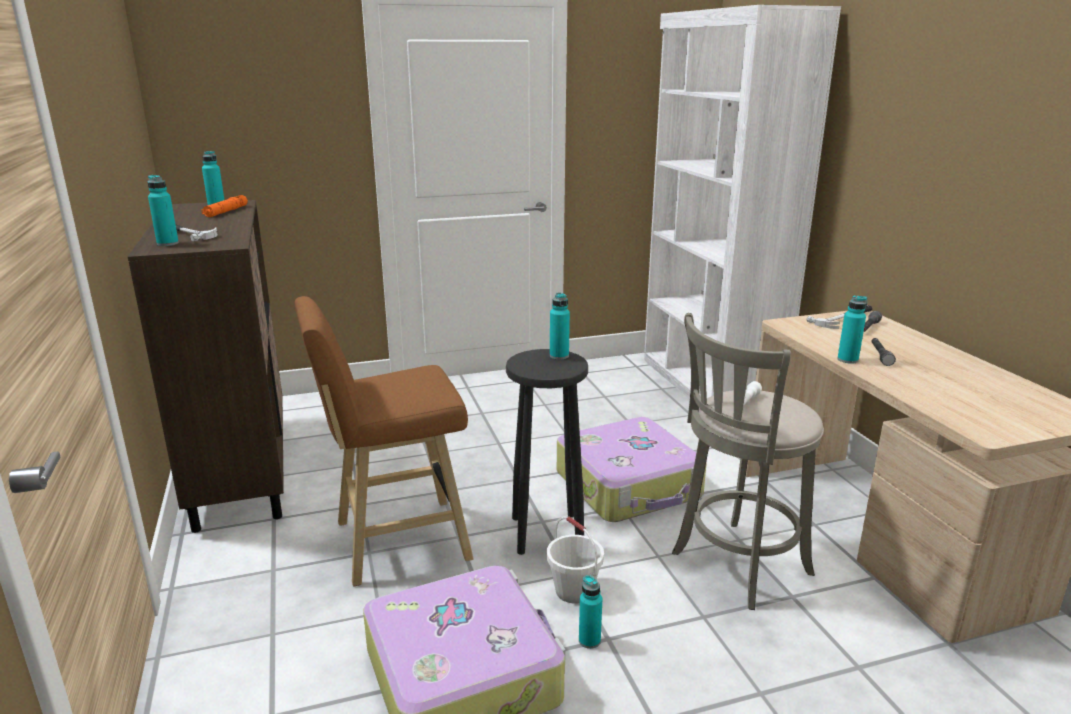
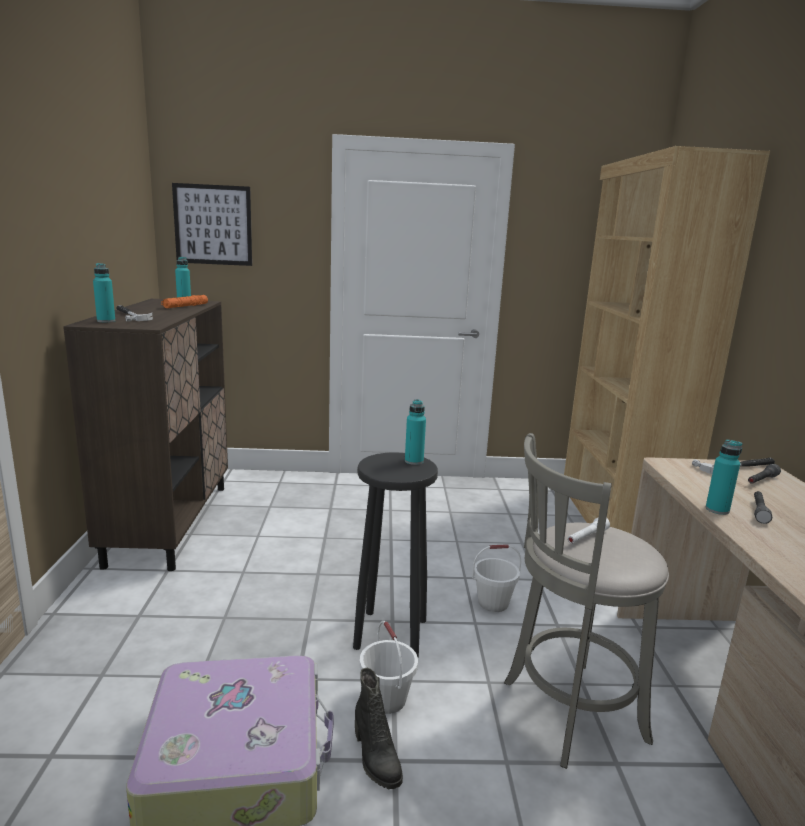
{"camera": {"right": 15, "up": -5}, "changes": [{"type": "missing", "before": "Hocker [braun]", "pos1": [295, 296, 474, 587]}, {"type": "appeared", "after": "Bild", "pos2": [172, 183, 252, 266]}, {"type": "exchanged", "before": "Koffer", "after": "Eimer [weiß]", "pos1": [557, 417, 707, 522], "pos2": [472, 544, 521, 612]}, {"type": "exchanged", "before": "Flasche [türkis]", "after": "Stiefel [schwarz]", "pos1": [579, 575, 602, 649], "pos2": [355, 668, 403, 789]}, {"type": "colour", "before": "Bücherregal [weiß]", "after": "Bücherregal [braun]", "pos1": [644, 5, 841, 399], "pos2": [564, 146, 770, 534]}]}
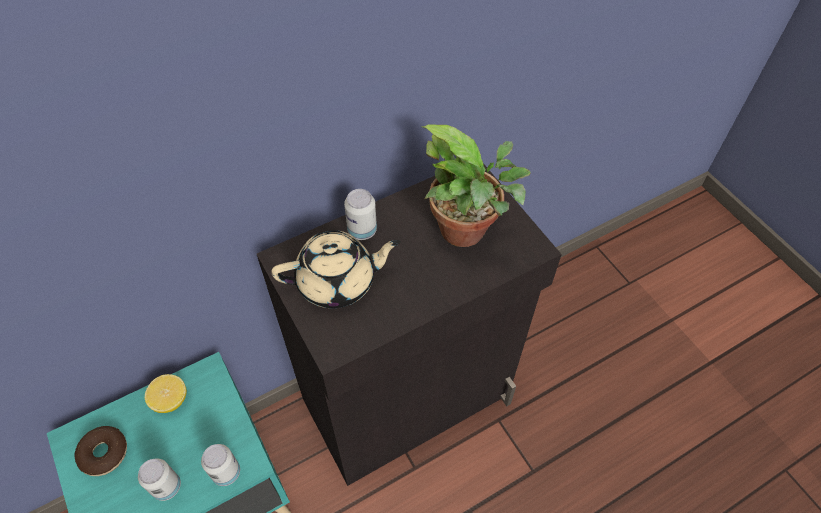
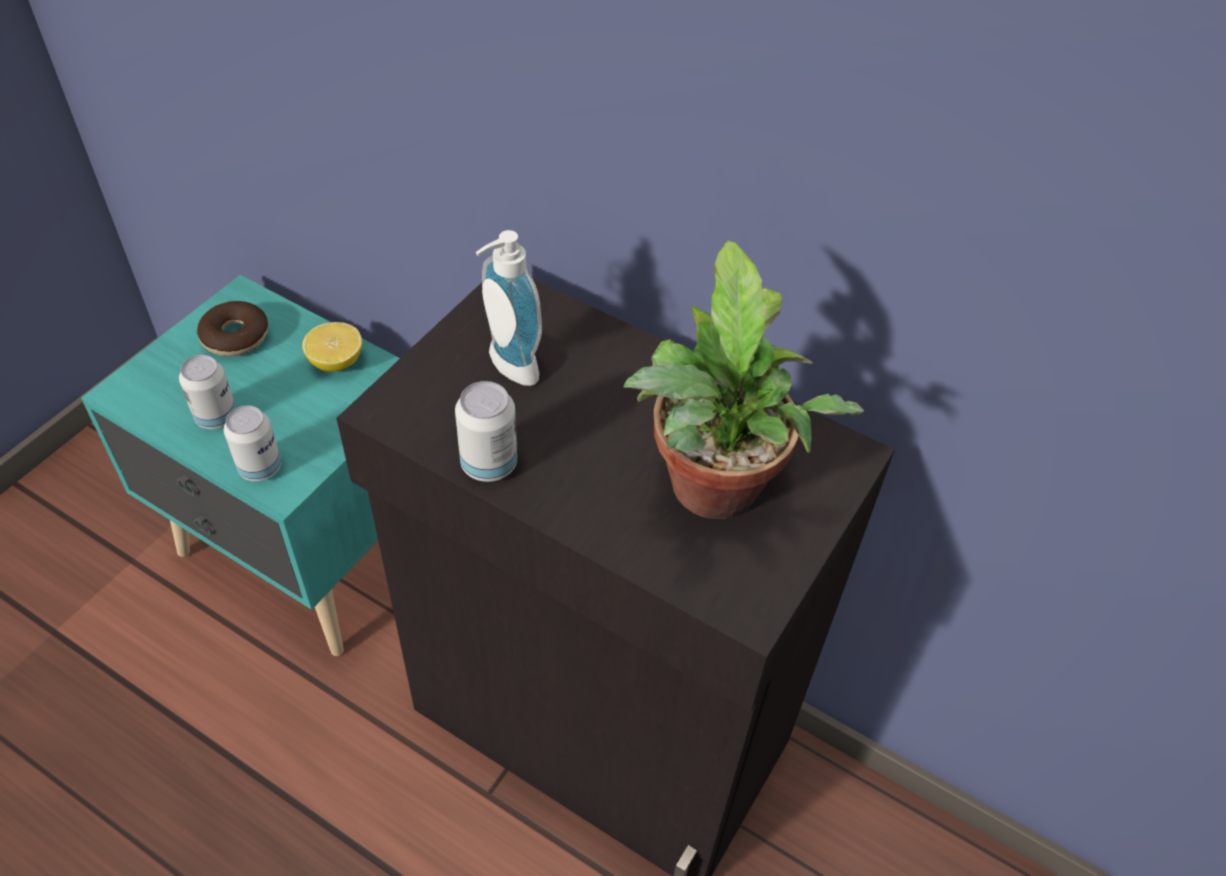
{"camera": {"right": 60, "up": -5}, "changes": [{"type": "relocated", "before": "Dose", "pos1": [344, 189, 377, 240], "pos2": [455, 381, 517, 482]}, {"type": "exchanged", "before": "Teekanne [beige]", "after": "Seifenspender", "pos1": [271, 230, 401, 308], "pos2": [476, 230, 542, 386]}]}
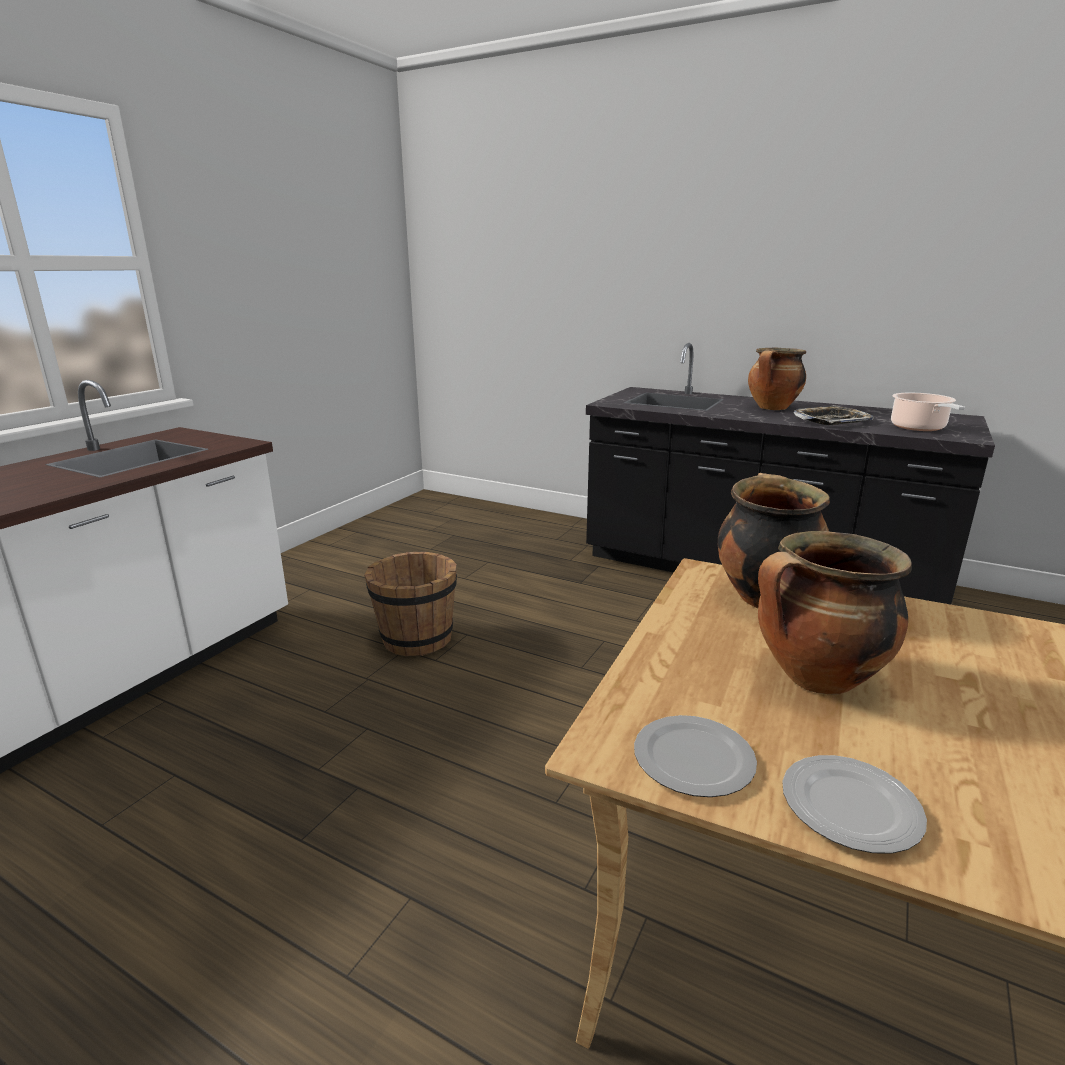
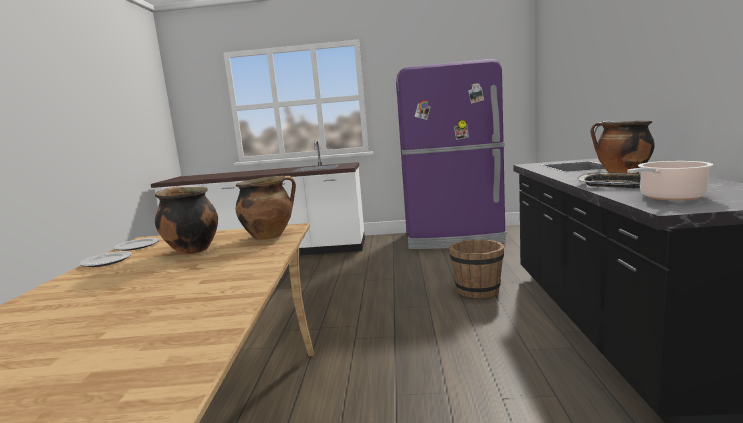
{"camera": {"right": 65, "up": -10}, "changes": [{"type": "appeared", "after": "Kühlschrank [lila]", "pos2": [396, 59, 507, 249]}, {"type": "relocated", "before": "Eimer [braun]", "pos1": [364, 551, 457, 656], "pos2": [449, 239, 504, 298]}]}
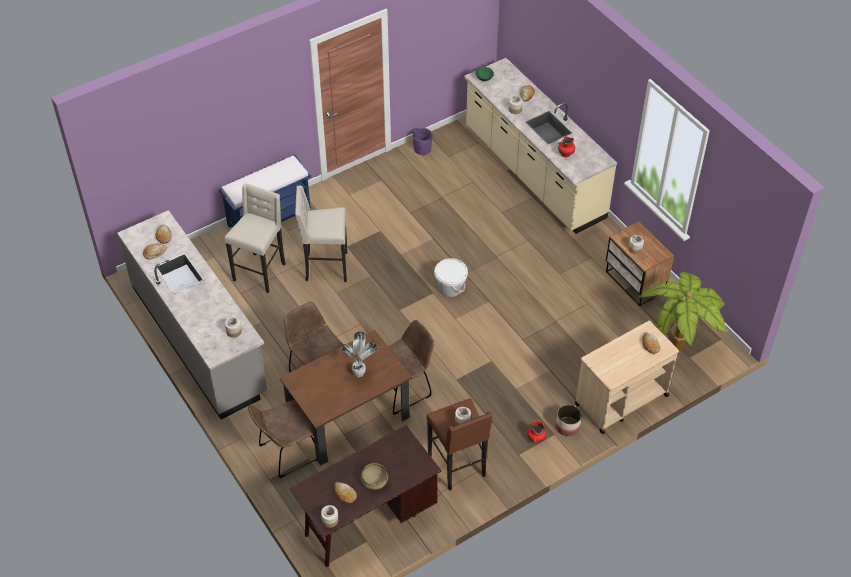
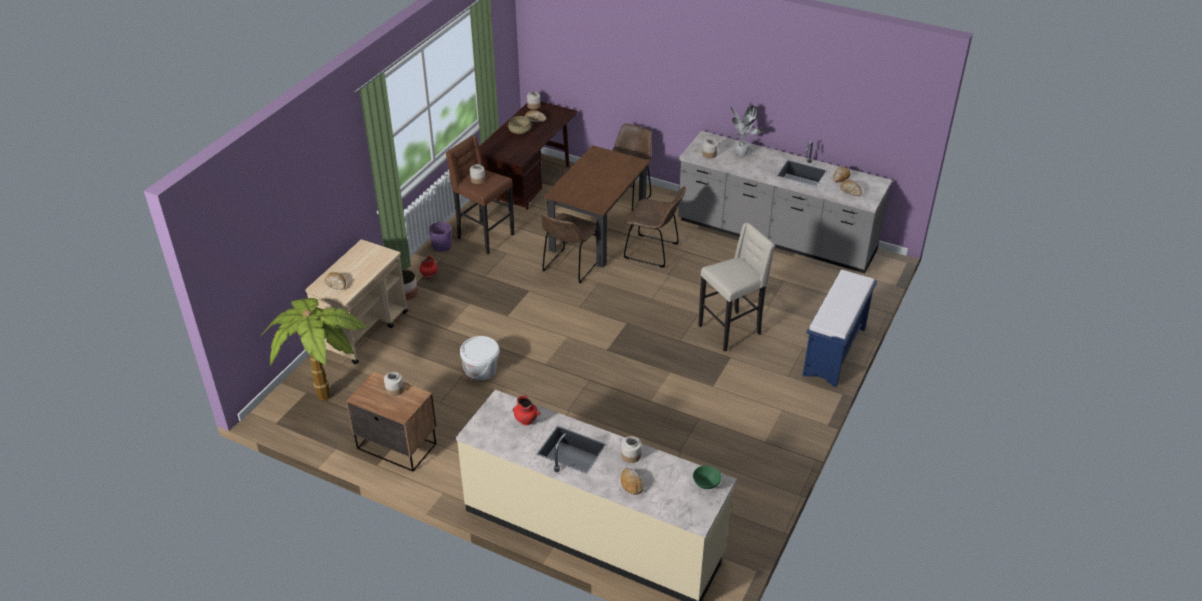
{"camera": {"right": 150, "up": -10}, "changes": [{"type": "missing", "before": "Hocker [beige]", "pos1": [224, 183, 286, 293]}, {"type": "relocated", "before": "Topfpflanze", "pos1": [341, 331, 377, 377], "pos2": [730, 105, 763, 156]}, {"type": "relocated", "before": "Pflanzkübel [lila]", "pos1": [413, 128, 432, 155], "pos2": [429, 222, 452, 252]}, {"type": "relocated", "before": "Eimer [weiß]", "pos1": [434, 258, 468, 297], "pos2": [460, 336, 499, 381]}]}
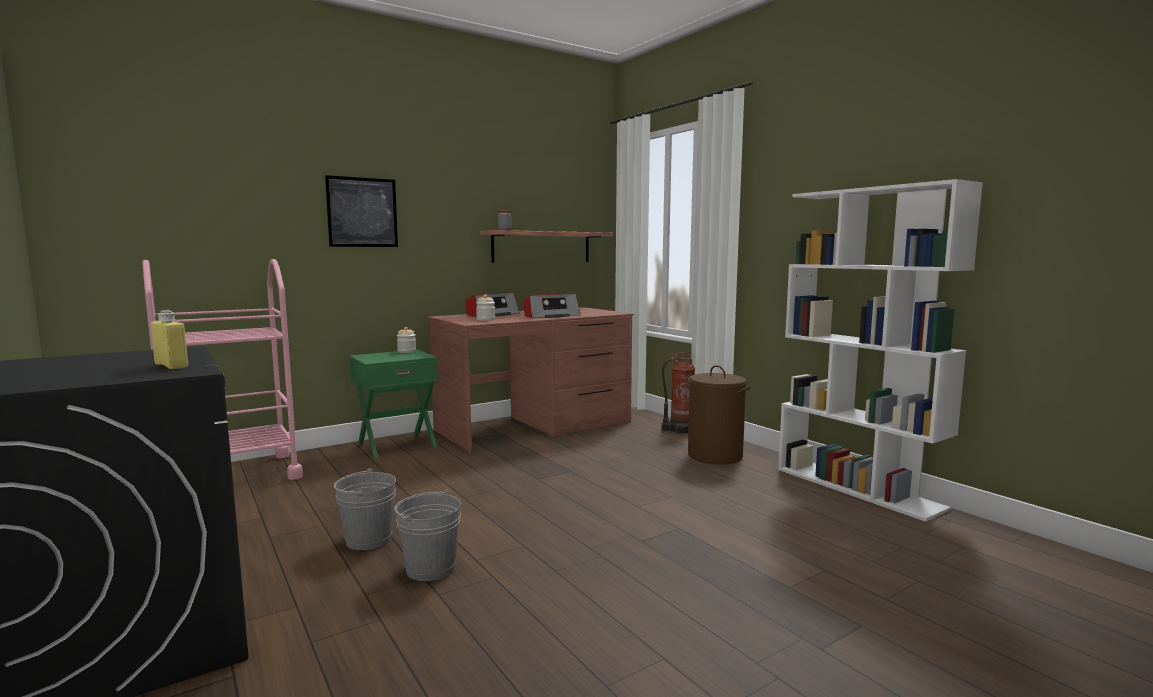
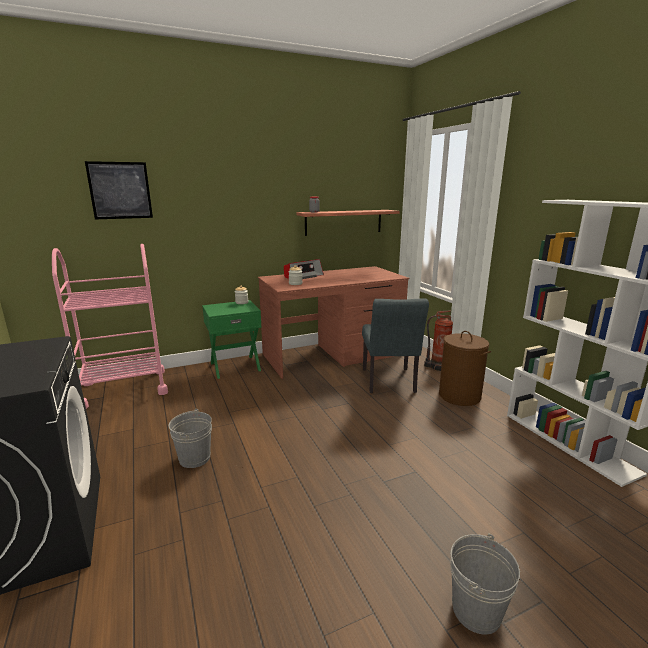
{"camera": {"right": 10, "up": 10}, "changes": [{"type": "missing", "before": "Flasche [gelb]", "pos1": [151, 310, 188, 369]}, {"type": "missing", "before": "Radio", "pos1": [524, 293, 581, 318]}, {"type": "appeared", "after": "Stuhl [grau]", "pos2": [362, 298, 429, 393]}, {"type": "relocated", "before": "Bild", "pos1": [325, 175, 398, 247], "pos2": [85, 161, 153, 219]}, {"type": "relocated", "before": "Eimer [grau]", "pos1": [395, 489, 461, 581], "pos2": [450, 533, 520, 635]}]}
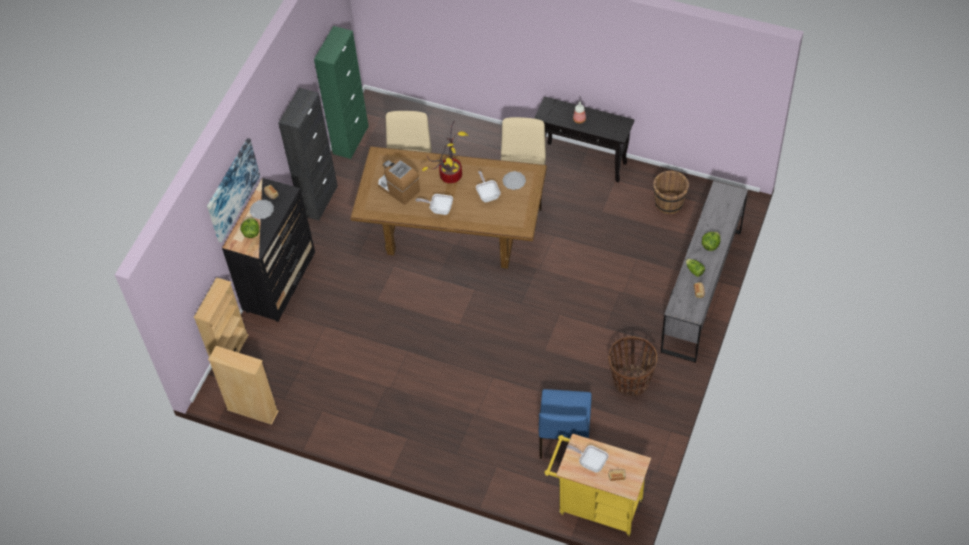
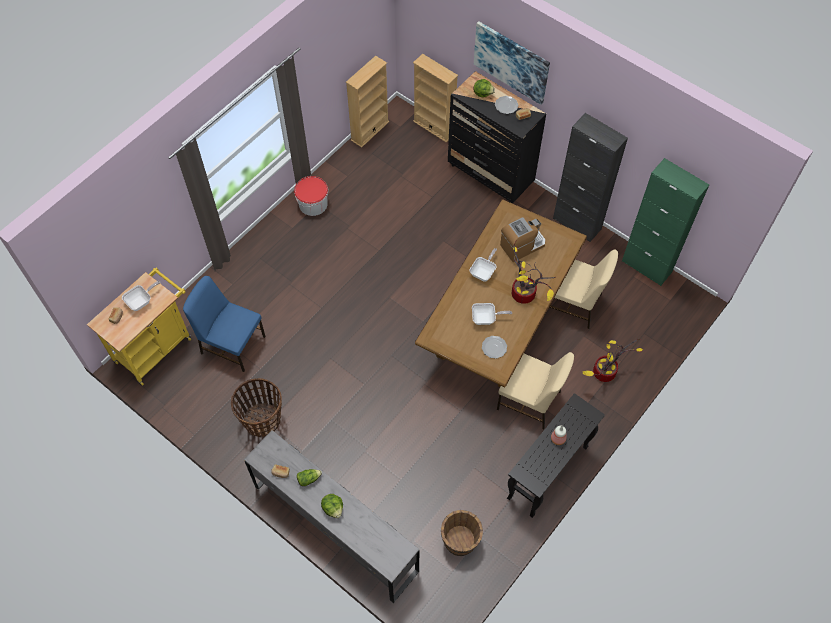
{"camera": {"right": 105, "up": 5}, "changes": [{"type": "appeared", "after": "Eimer", "pos2": [294, 176, 328, 216]}, {"type": "appeared", "after": "Topfpflanze", "pos2": [583, 339, 643, 382]}]}
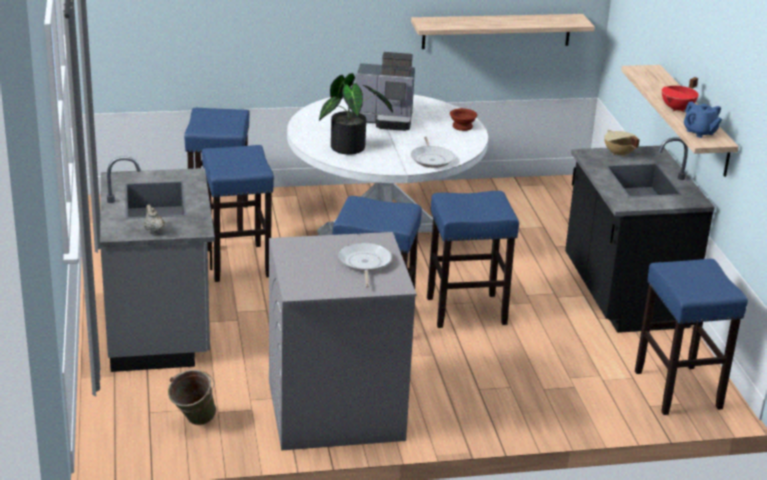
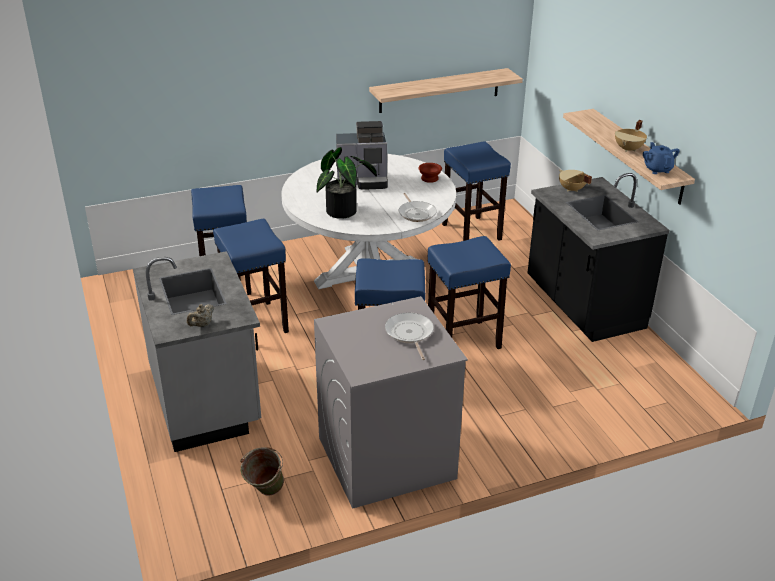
{"camera": {"right": -10, "up": 5}, "changes": [{"type": "relocated", "before": "Hocker [blau]", "pos1": [635, 259, 748, 415], "pos2": [442, 141, 511, 241]}, {"type": "colour", "before": "Kochtopf [rot]", "after": "Kochtopf [beige]", "pos1": [662, 77, 699, 112], "pos2": [615, 120, 647, 152]}, {"type": "spun", "before": "Teekanne [beige]", "pos1": [144, 204, 165, 234], "pos2": [187, 304, 214, 327], "turn": -105}, {"type": "spun", "before": "Teekanne [blau]", "pos1": [684, 102, 722, 138], "pos2": [643, 142, 679, 174], "turn": -150}]}
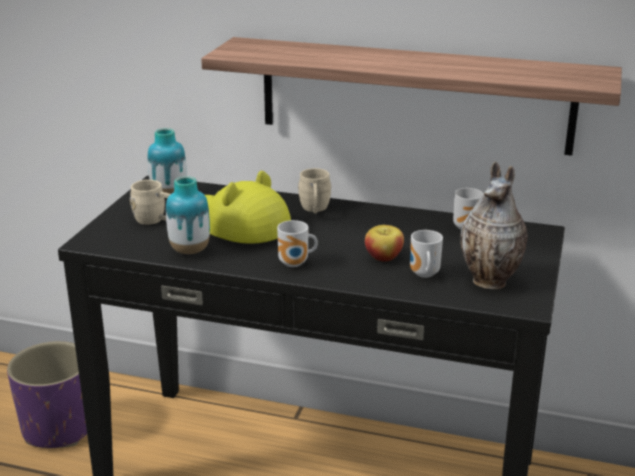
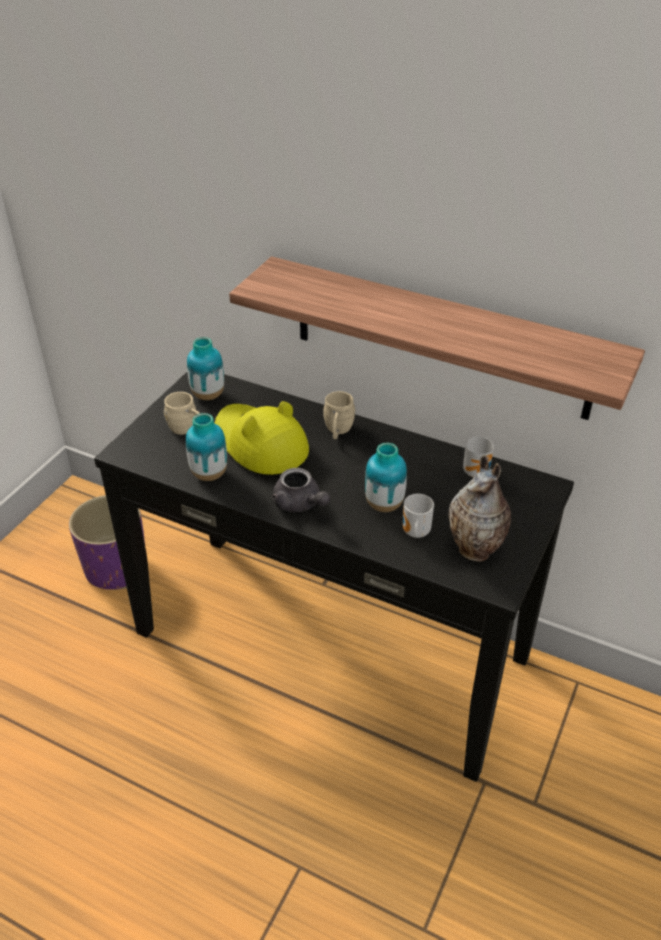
{"camera": {"right": 10, "up": 15}, "changes": [{"type": "exchanged", "before": "Henkelbecher", "after": "Teekanne [grau]", "pos1": [277, 220, 318, 267], "pos2": [272, 468, 331, 512]}, {"type": "exchanged", "before": "Apfel", "after": "Vase", "pos1": [365, 225, 404, 262], "pos2": [365, 443, 407, 512]}]}
